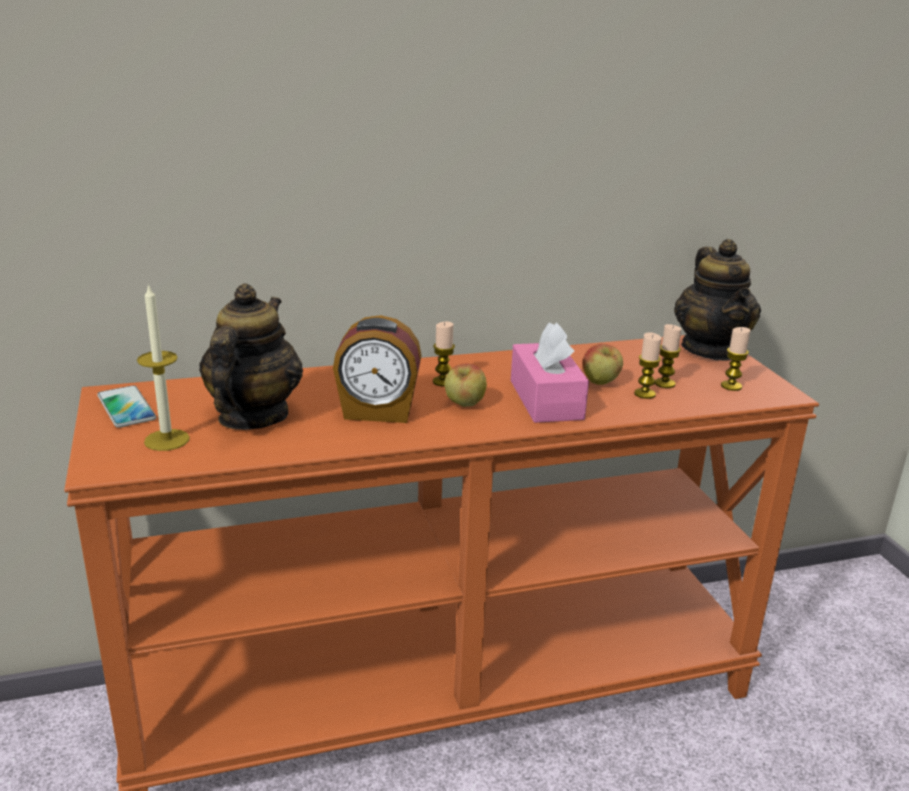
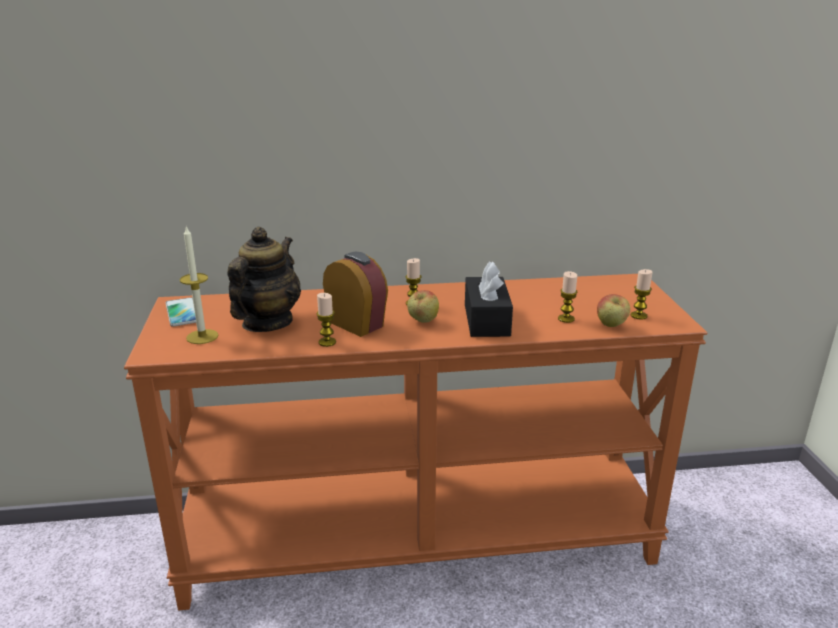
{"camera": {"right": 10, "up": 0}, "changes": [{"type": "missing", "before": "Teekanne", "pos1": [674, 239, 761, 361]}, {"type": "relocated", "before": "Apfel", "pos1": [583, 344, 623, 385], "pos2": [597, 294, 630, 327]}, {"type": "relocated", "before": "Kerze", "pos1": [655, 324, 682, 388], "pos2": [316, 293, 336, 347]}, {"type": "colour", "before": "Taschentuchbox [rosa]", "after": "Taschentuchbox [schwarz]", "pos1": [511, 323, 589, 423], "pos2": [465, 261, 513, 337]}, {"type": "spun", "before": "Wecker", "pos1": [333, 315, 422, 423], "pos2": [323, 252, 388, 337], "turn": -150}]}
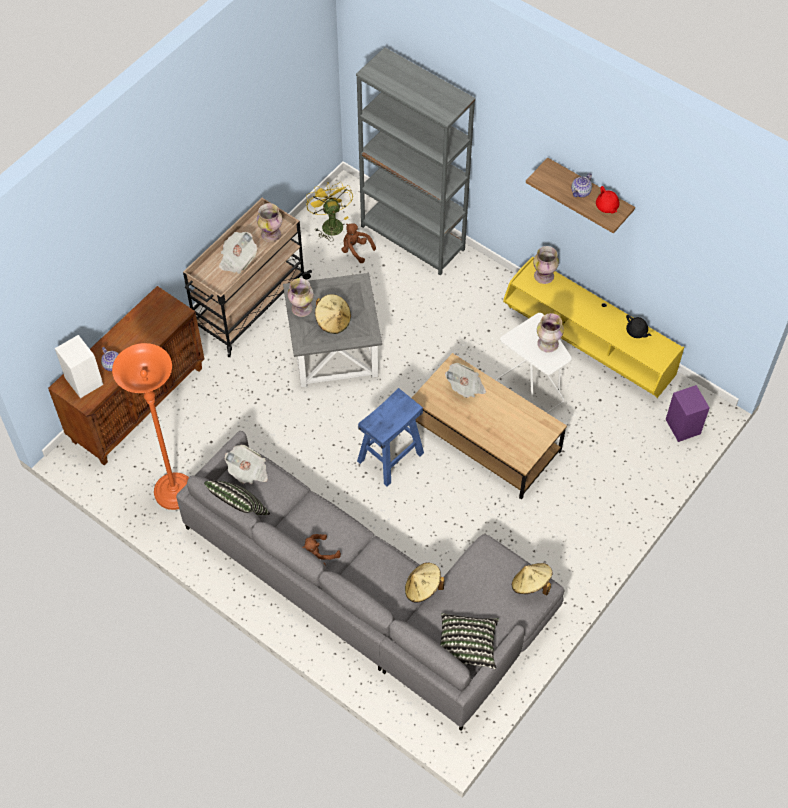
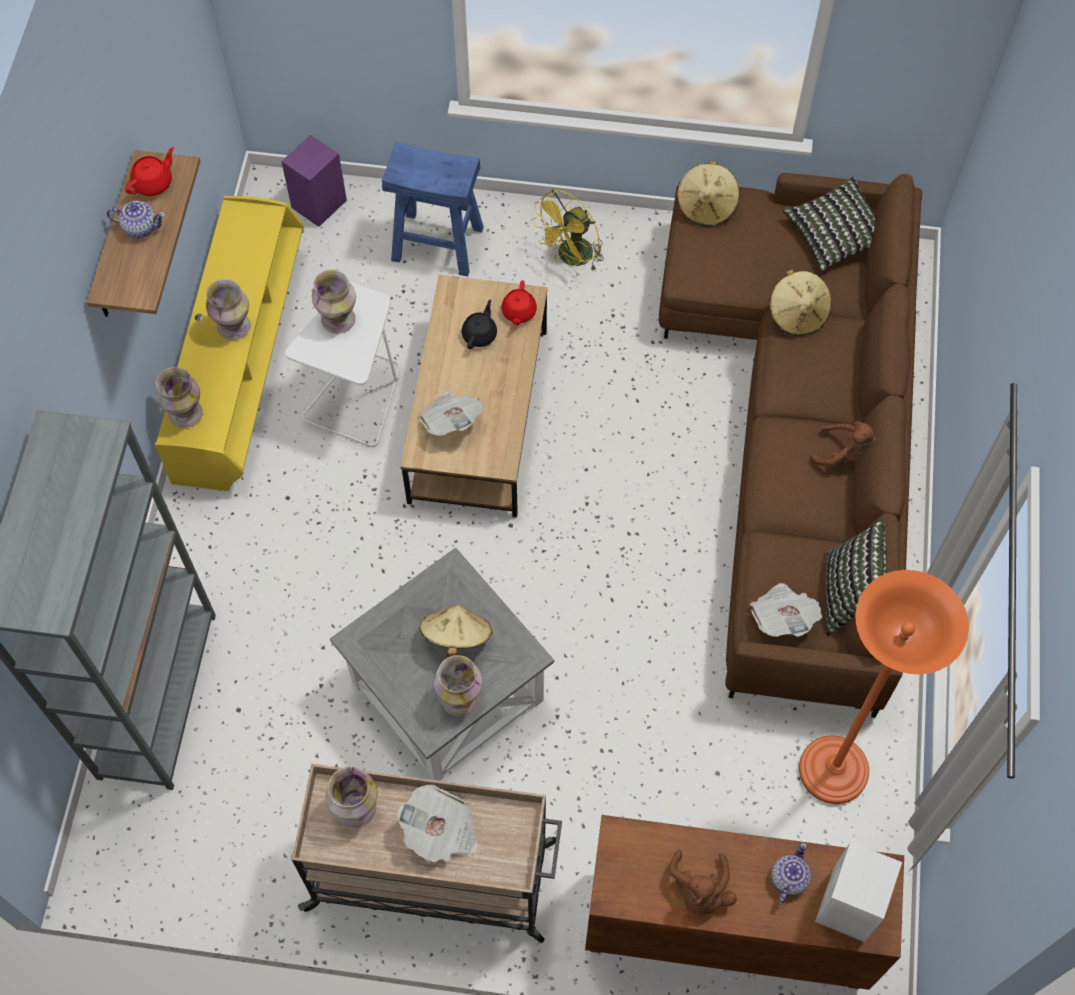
{"camera": {"right": -120, "up": 5}, "changes": [{"type": "appeared", "after": "Vase", "pos2": [206, 279, 251, 340]}, {"type": "appeared", "after": "Teekanne [rot]", "pos2": [502, 280, 537, 325]}, {"type": "relocated", "before": "Ventilator [gelb]", "pos1": [306, 181, 353, 239], "pos2": [532, 189, 604, 270]}, {"type": "relocated", "before": "Plüschtier [braun]", "pos1": [342, 223, 376, 263], "pos2": [669, 849, 737, 916]}, {"type": "relocated", "before": "Hocker [blau]", "pos1": [357, 388, 424, 486], "pos2": [382, 141, 484, 277]}, {"type": "relocated", "before": "Teekanne [schwarz]", "pos1": [626, 315, 652, 338], "pos2": [462, 299, 497, 349]}, {"type": "colour", "before": "Sofa [grau]", "after": "Sofa [braun]", "pos1": [176, 431, 565, 731], "pos2": [659, 173, 922, 718]}]}
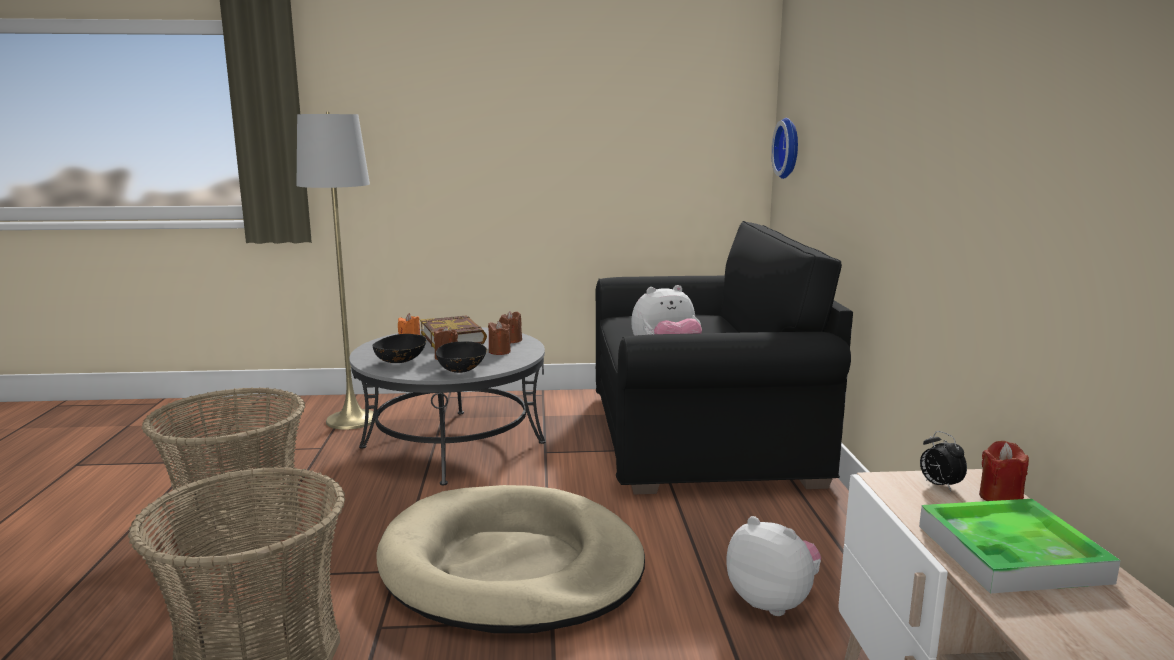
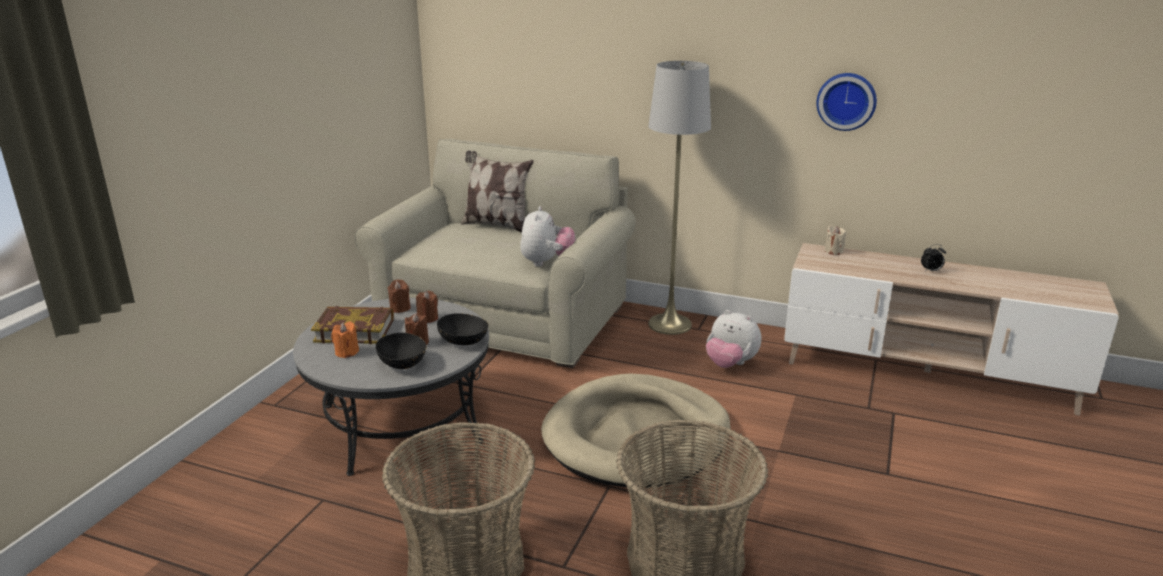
{"camera": {"right": -65, "up": 10}, "changes": [{"type": "missing", "before": "Tablett", "pos1": [919, 499, 1121, 593]}, {"type": "appeared", "after": "Kissen", "pos2": [461, 150, 534, 233]}, {"type": "relocated", "before": "Stehlampe [grau]", "pos1": [297, 112, 375, 430], "pos2": [648, 61, 711, 335]}, {"type": "relocated", "before": "Wanduhr", "pos1": [771, 118, 798, 179], "pos2": [816, 73, 877, 131]}, {"type": "relocated", "before": "Wecker", "pos1": [920, 431, 967, 491], "pos2": [921, 244, 946, 271]}, {"type": "colour", "before": "Sofa [schwarz]", "after": "Sofa [beige]", "pos1": [595, 221, 853, 494], "pos2": [354, 139, 636, 368]}, {"type": "colour", "before": "Kerze [rot]", "after": "Kerze [beige]", "pos1": [979, 441, 1029, 501], "pos2": [825, 225, 846, 255]}, {"type": "spun", "before": "Plüschtier", "pos1": [726, 516, 821, 616], "pos2": [706, 310, 761, 368], "turn": -120}]}
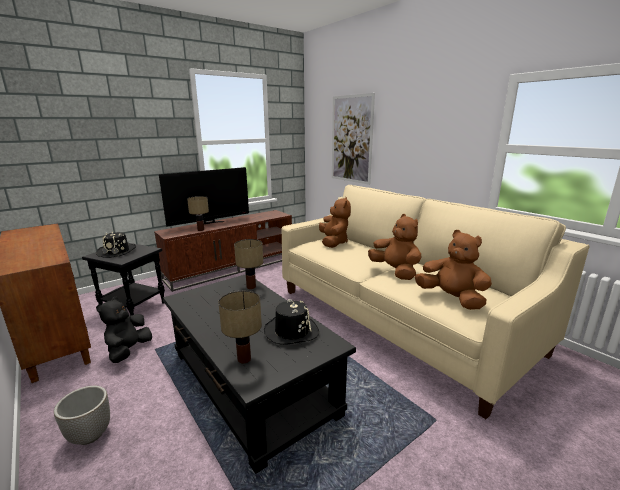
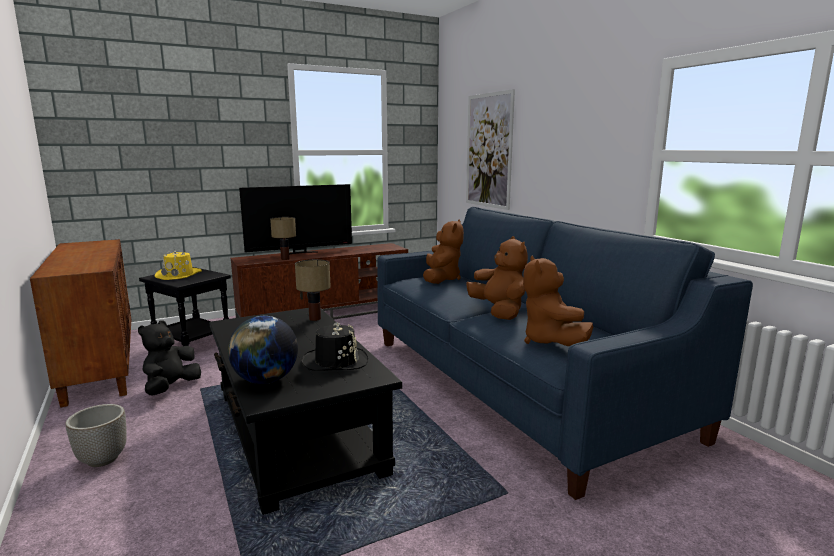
{"camera": {"right": 10, "up": -5}, "changes": [{"type": "exchanged", "before": "Tischlampe", "after": "Globus", "pos1": [218, 291, 262, 364], "pos2": [228, 316, 298, 384]}, {"type": "colour", "before": "Hut [schwarz]", "after": "Hut [gelb]", "pos1": [96, 232, 136, 258], "pos2": [155, 250, 202, 280]}, {"type": "colour", "before": "Sofa [beige]", "after": "Sofa [blau]", "pos1": [282, 185, 589, 419], "pos2": [378, 207, 753, 500]}, {"type": "spun", "before": "Plüschtier [braun]", "pos1": [415, 230, 492, 310], "pos2": [523, 256, 593, 346], "turn": -150}]}
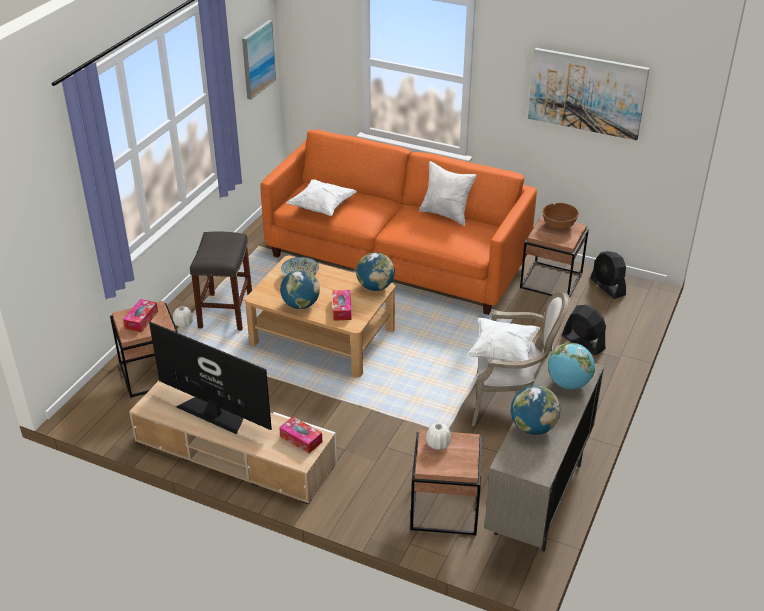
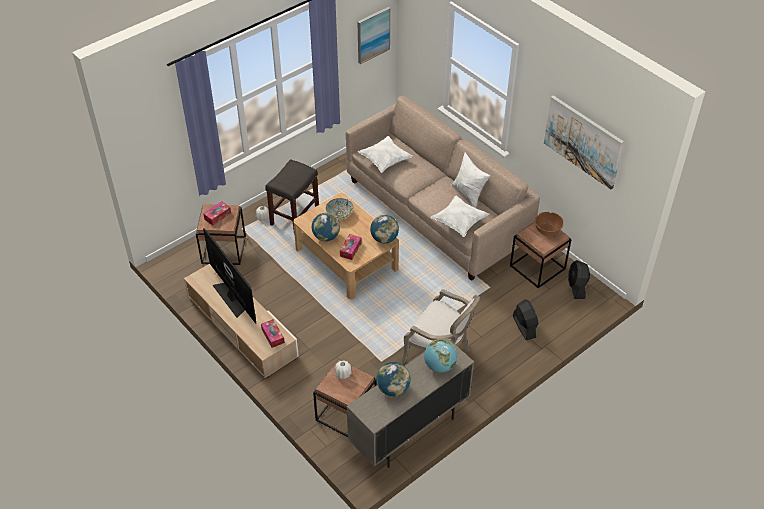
{"camera": {"right": 25, "up": 10}, "changes": [{"type": "relocated", "before": "Kissen [weiß]", "pos1": [467, 318, 540, 362], "pos2": [430, 196, 489, 237]}, {"type": "colour", "before": "Sofa [orange]", "after": "Sofa [beige]", "pos1": [260, 130, 537, 315], "pos2": [346, 96, 540, 281]}]}
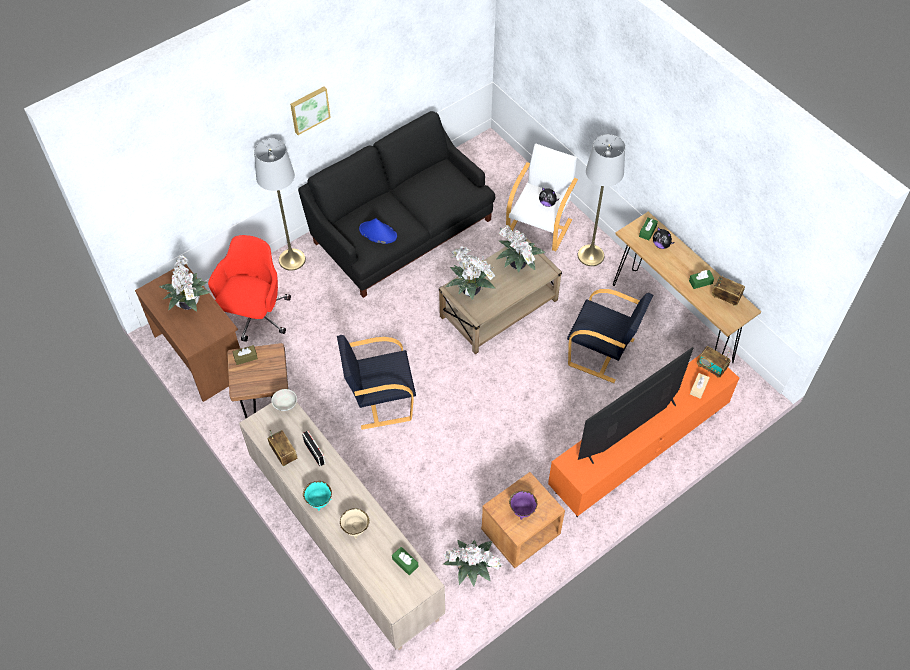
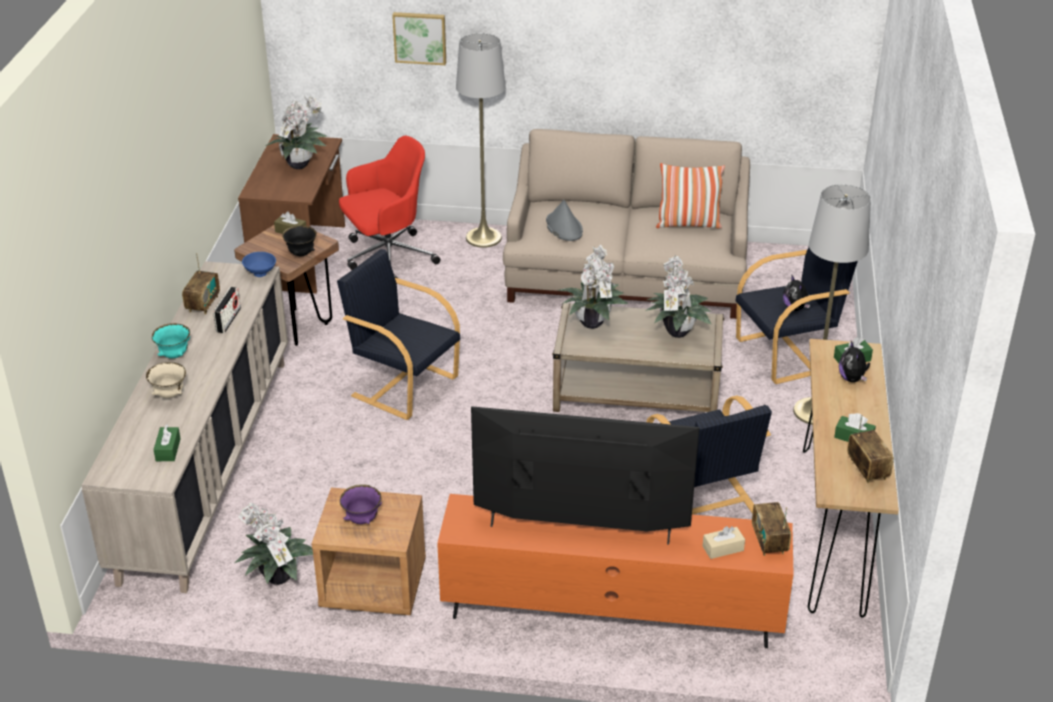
{"camera": {"right": 45, "up": -20}, "changes": [{"type": "appeared", "after": "Schüssel [schwarz]", "pos2": [282, 226, 317, 256]}, {"type": "appeared", "after": "Kissen", "pos2": [656, 163, 725, 229]}, {"type": "relocated", "before": "Bild", "pos1": [290, 87, 331, 135], "pos2": [392, 12, 446, 65]}, {"type": "colour", "before": "Schüssel [weiß]", "after": "Schüssel [blau]", "pos1": [271, 389, 297, 411], "pos2": [242, 252, 276, 277]}, {"type": "colour", "before": "Sofa [schwarz]", "after": "Sofa [beige]", "pos1": [298, 111, 495, 298], "pos2": [503, 129, 750, 319]}, {"type": "colour", "before": "Hut [blau]", "after": "Hut [grau]", "pos1": [359, 218, 397, 244], "pos2": [546, 200, 583, 241]}, {"type": "colour", "before": "Sessel [weiß]", "after": "Sessel [schwarz]", "pos1": [506, 144, 578, 251], "pos2": [736, 247, 858, 384]}]}
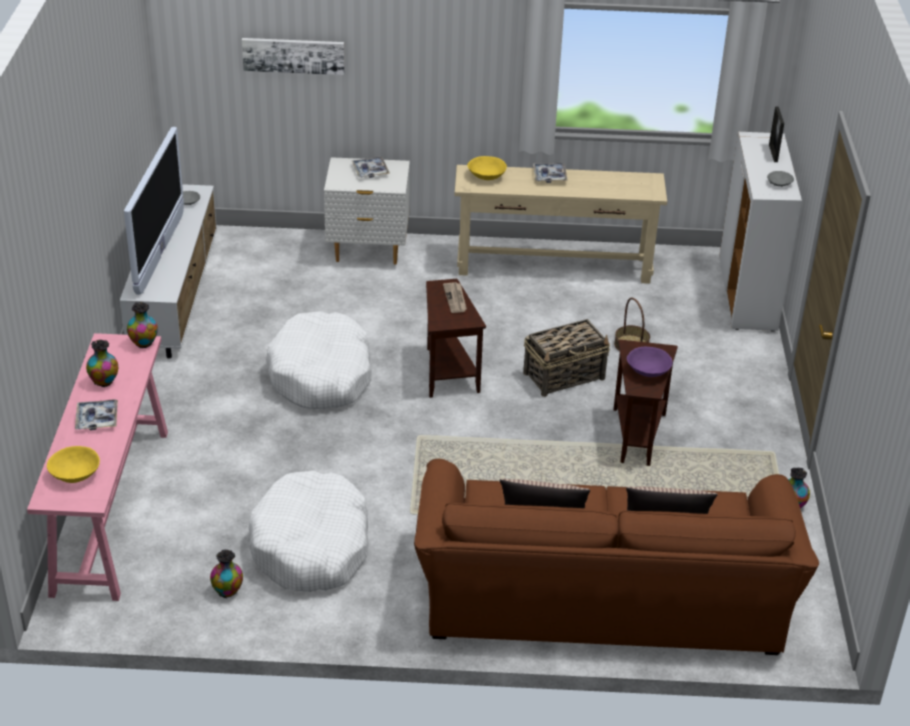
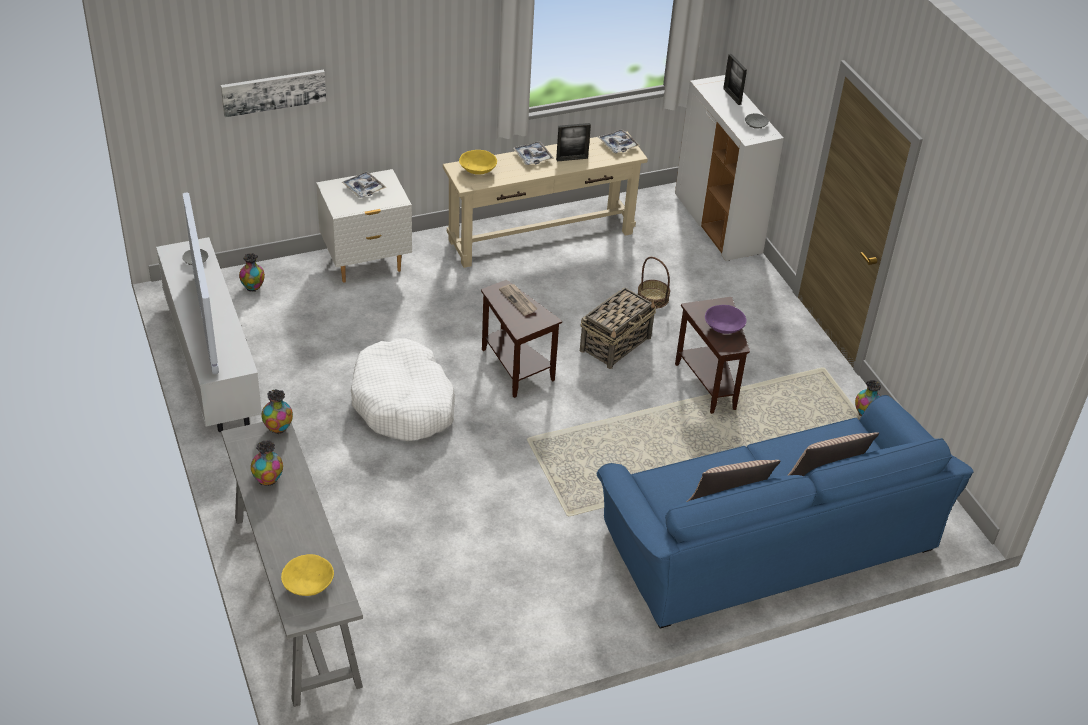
{"camera": {"right": -25, "up": 5}, "changes": [{"type": "missing", "before": "Hundebett [weiß]", "pos1": [249, 471, 369, 592]}, {"type": "appeared", "after": "Bilderrahmen", "pos2": [556, 123, 591, 161]}, {"type": "relocated", "before": "Tablett", "pos1": [75, 399, 118, 430], "pos2": [598, 130, 640, 153]}, {"type": "relocated", "before": "Vase", "pos1": [210, 550, 243, 598], "pos2": [239, 253, 265, 292]}, {"type": "colour", "before": "Konsolentisch [rosa]", "after": "Konsolentisch [grau]", "pos1": [27, 333, 168, 601], "pos2": [221, 422, 363, 707]}, {"type": "colour", "before": "Sofa [braun]", "after": "Sofa [blau]", "pos1": [414, 459, 819, 655], "pos2": [597, 395, 974, 629]}]}
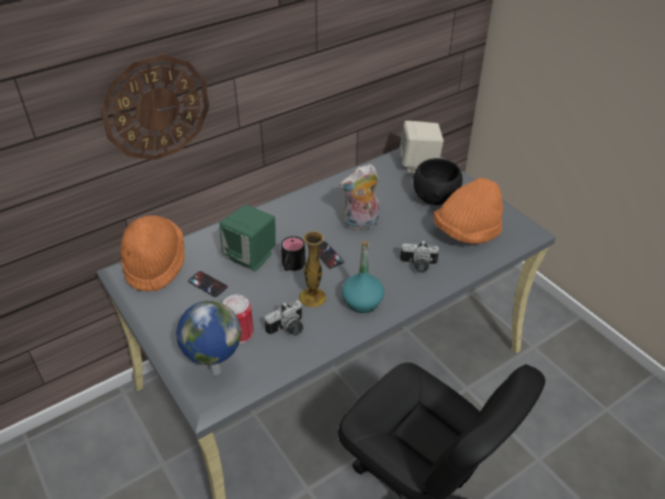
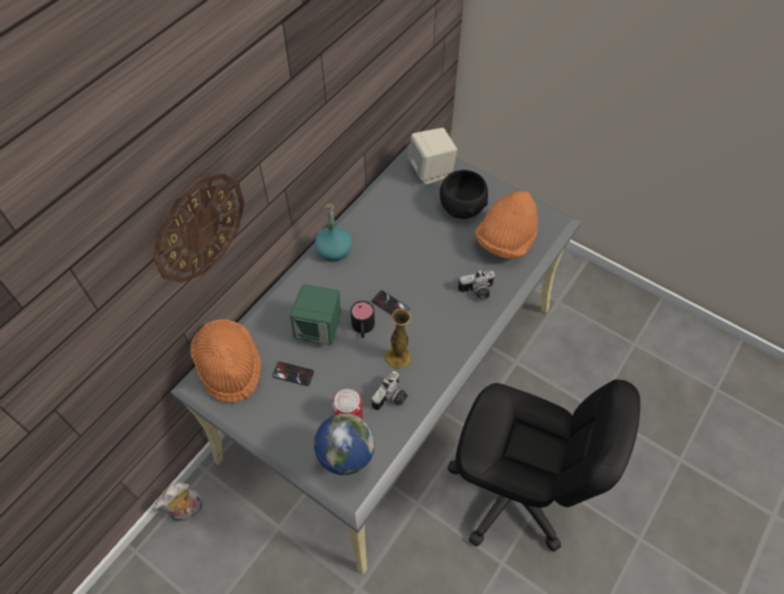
{"camera": {"right": -20, "up": 15}, "changes": [{"type": "relocated", "before": "Plüschtier", "pos1": [339, 164, 379, 231], "pos2": [153, 482, 203, 522]}, {"type": "relocated", "before": "Flasche [türkis]", "pos1": [342, 241, 384, 313], "pos2": [315, 204, 352, 261]}]}
